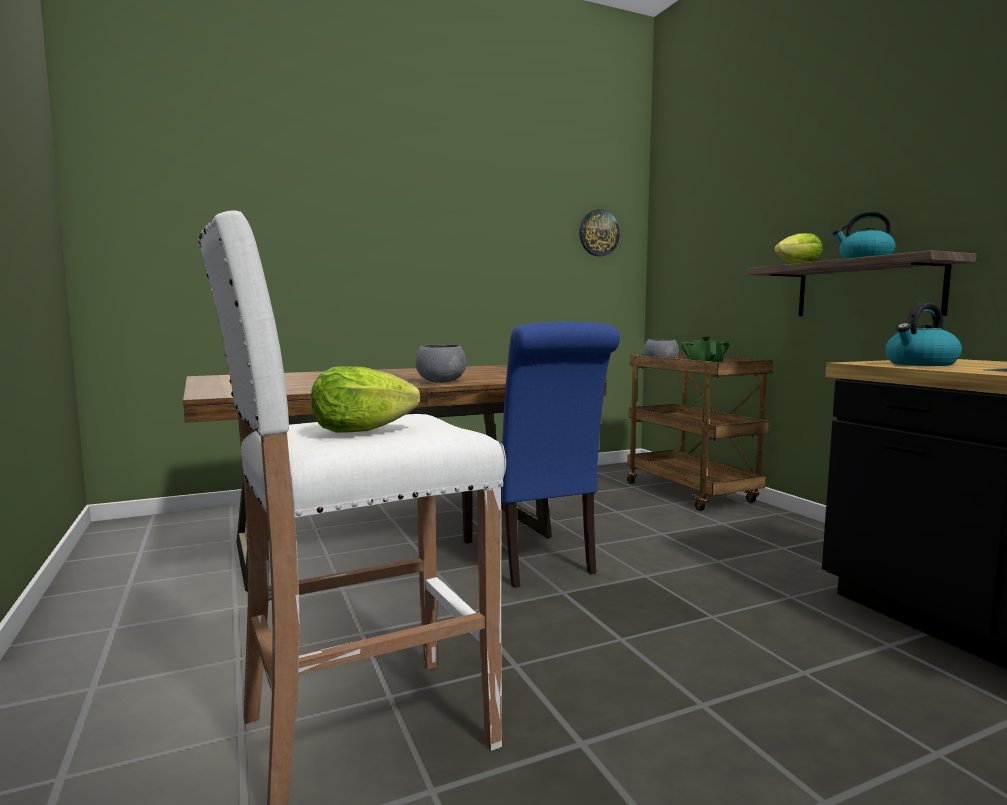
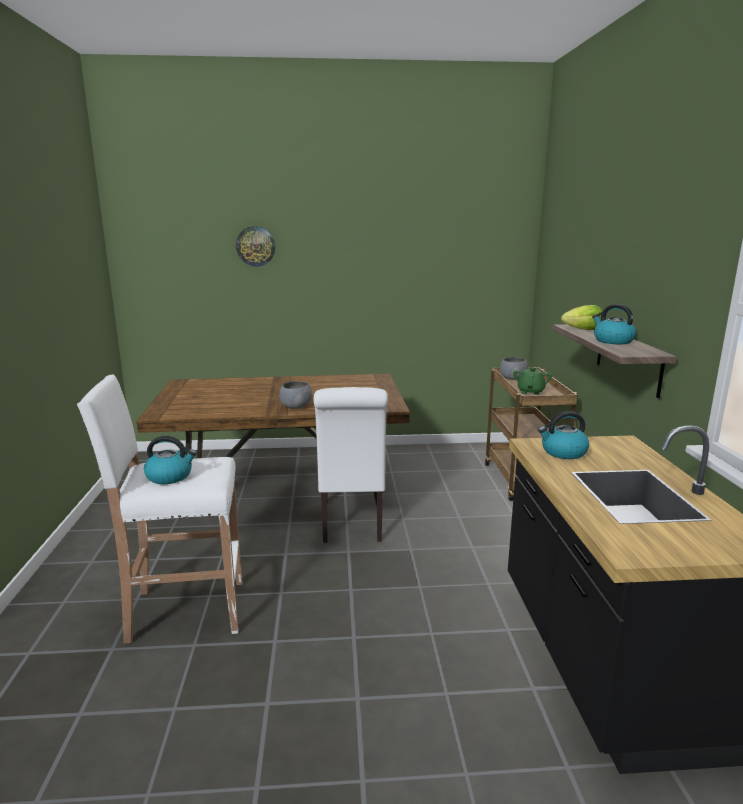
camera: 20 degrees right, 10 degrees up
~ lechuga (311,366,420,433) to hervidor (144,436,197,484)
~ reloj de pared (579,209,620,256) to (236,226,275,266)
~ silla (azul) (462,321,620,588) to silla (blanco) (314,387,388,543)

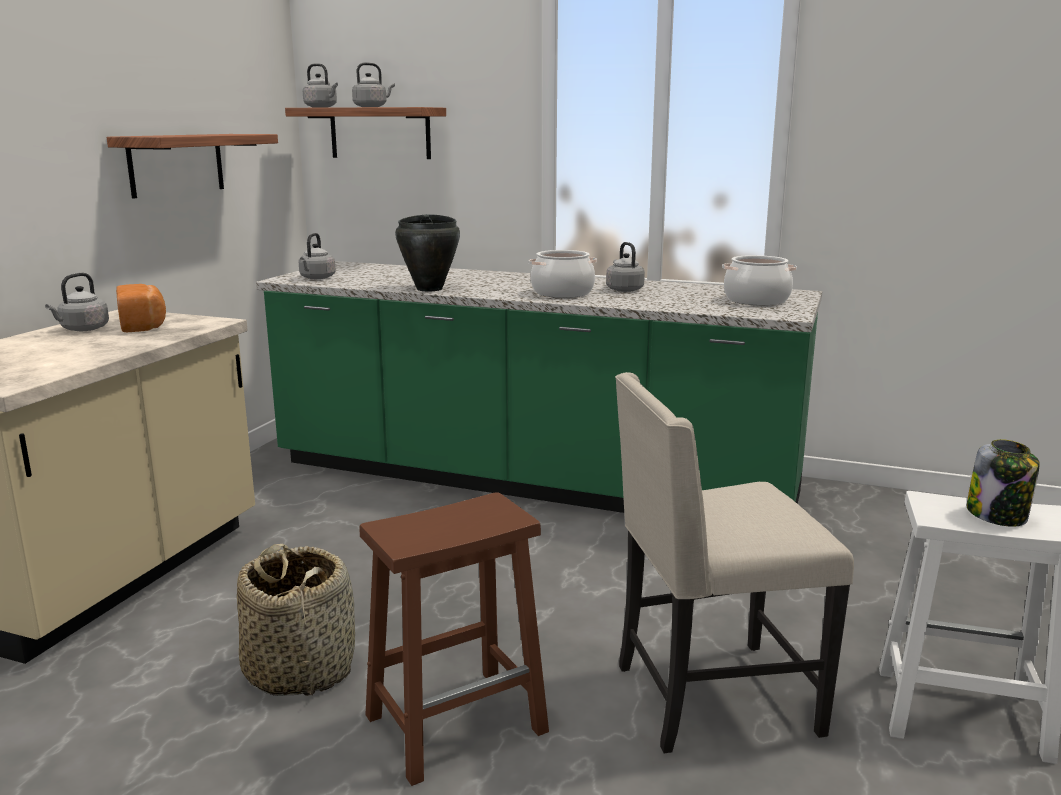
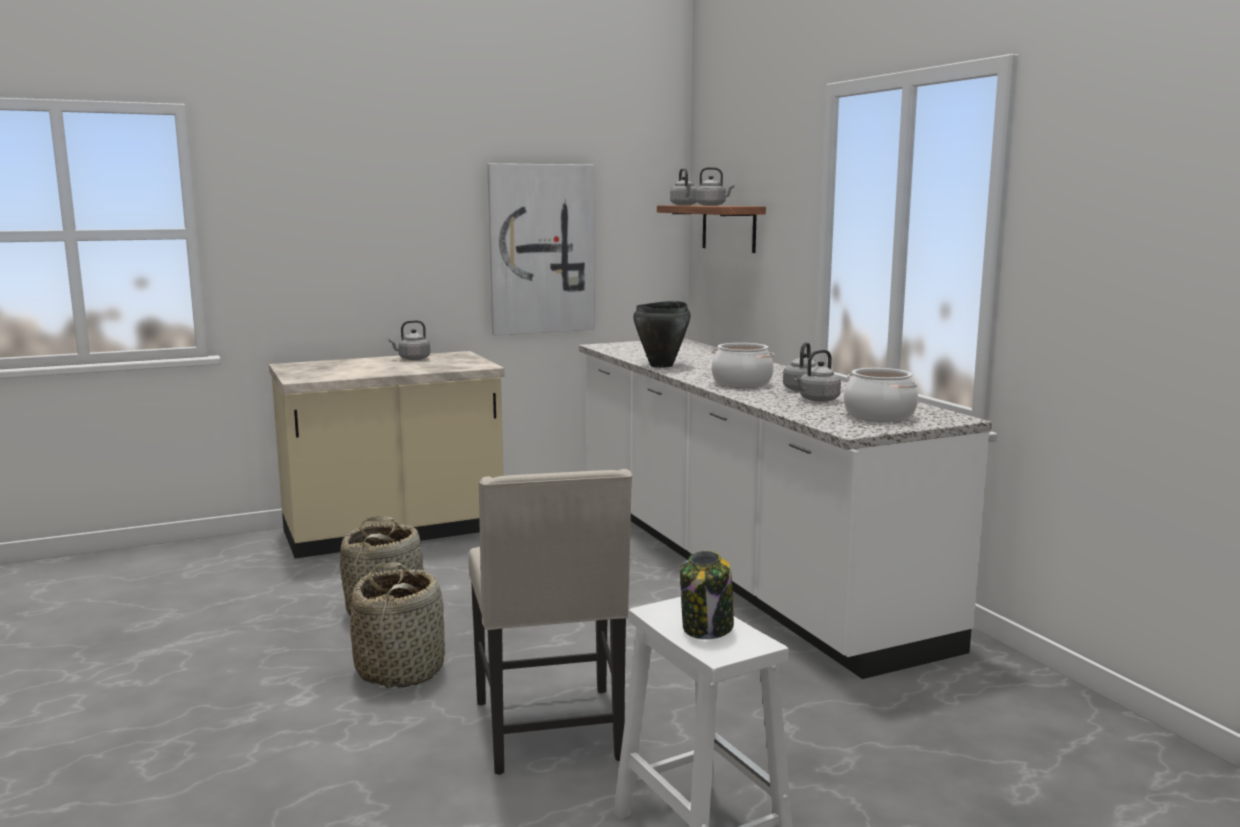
camera: 45 degrees right, 5 degrees down
~ taburete (marrón) (359,492,549,786) to cesta (350,562,445,688)
~ silla (beis) (615,372,854,753) = (468,469,633,775) 135 degrees counterclockwise
~ estante (107,134,278,199) to cuadro (487,163,595,335)
~ mueble bajo de cocina (verde) (256,261,822,513) to mueble bajo de cocina (blanco) (579,338,992,679)
~ hervidor (gris) (298,233,336,279) to (794,350,841,402)
- pan (116,284,166,332)

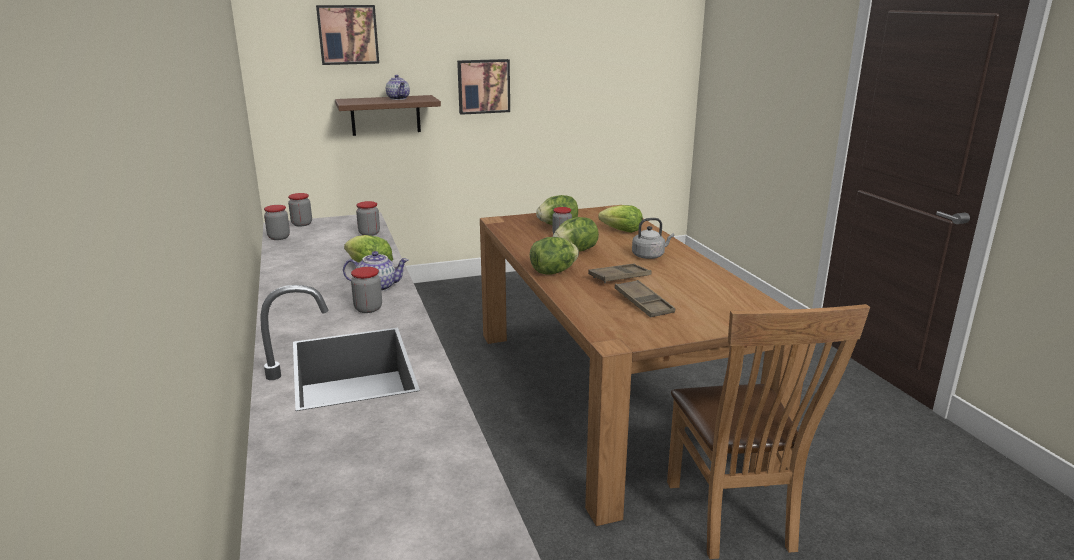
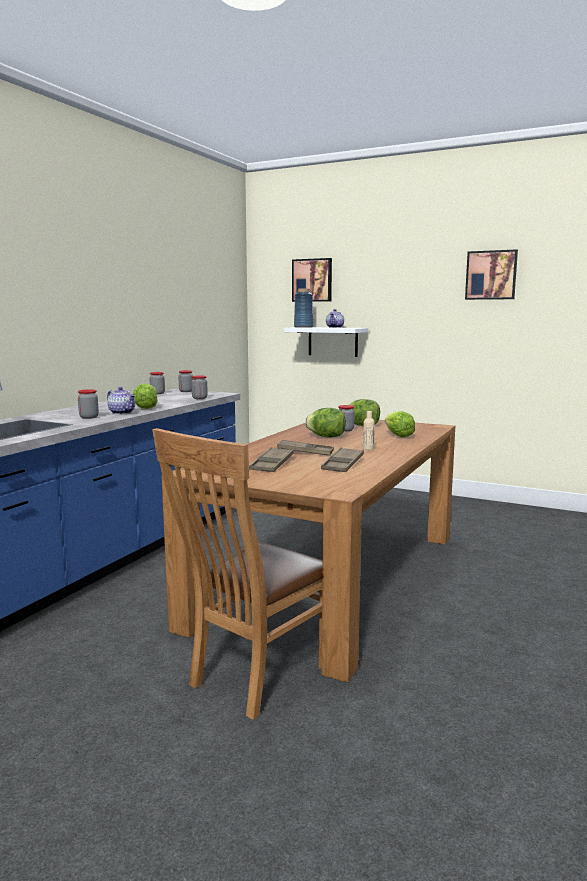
camera: 45 degrees right, 10 degrees down
~ estante (marrón) (335,95,441,136) to estante (blanco) (284,327,368,357)
+ florero (azul) (294,289,313,328)
+ bandeja (marrón) (321,447,364,472)
~ hervidor (gris) (632,218,674,259) to botella (beis) (363,411,375,450)
~ cuadro (457,59,510,115) to (465,249,518,300)
- lechuga (530,237,579,275)

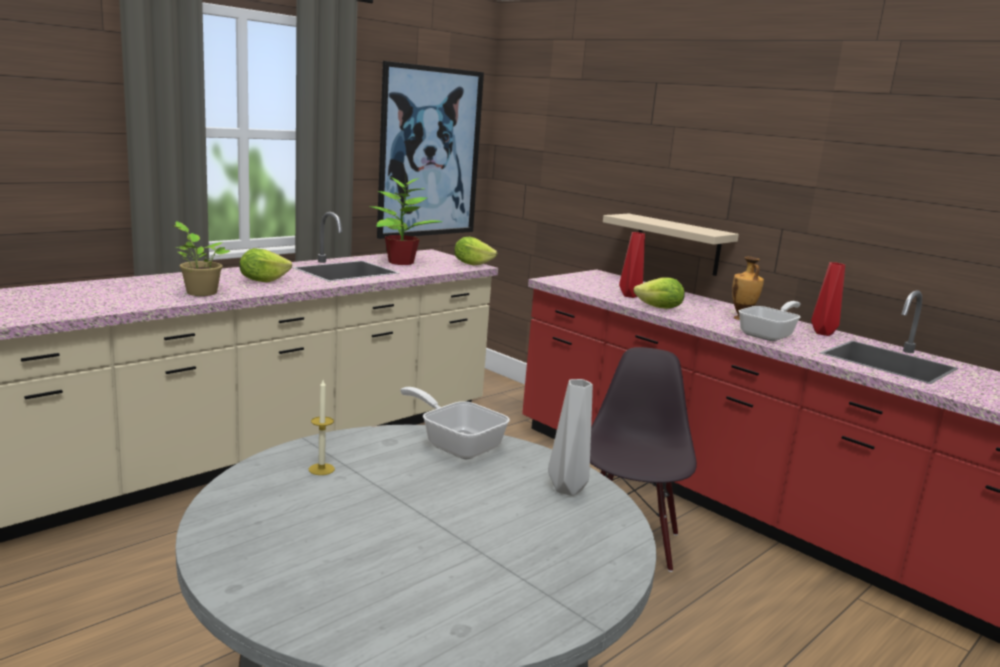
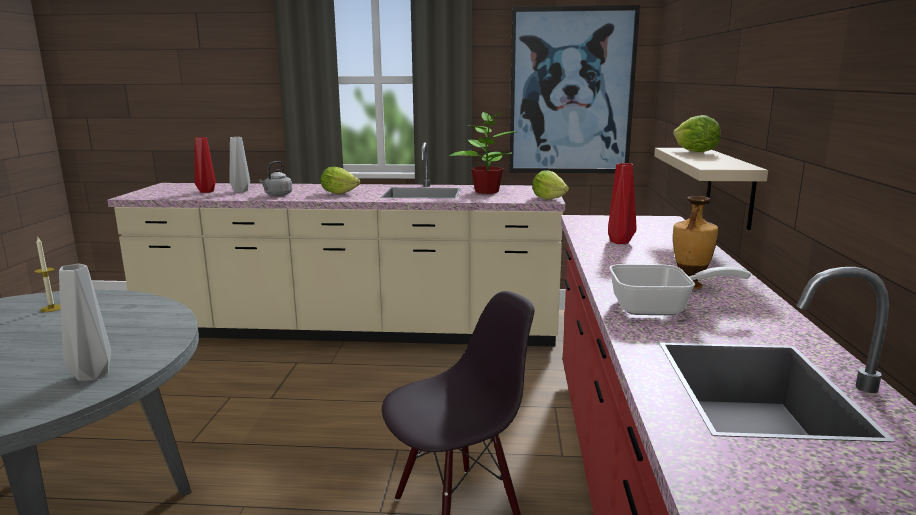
camera: 50 degrees right, 0 degrees up
~ florero (rojo) (811,262,845,336) to (195,137,216,193)
+ florero (gris) (230,137,250,192)
~ planta en maceta (173,221,230,296) to hervidor (gris) (259,161,292,196)
~ lechuga (634,277,685,309) to (673,115,721,152)
- sartén (400,387,510,459)

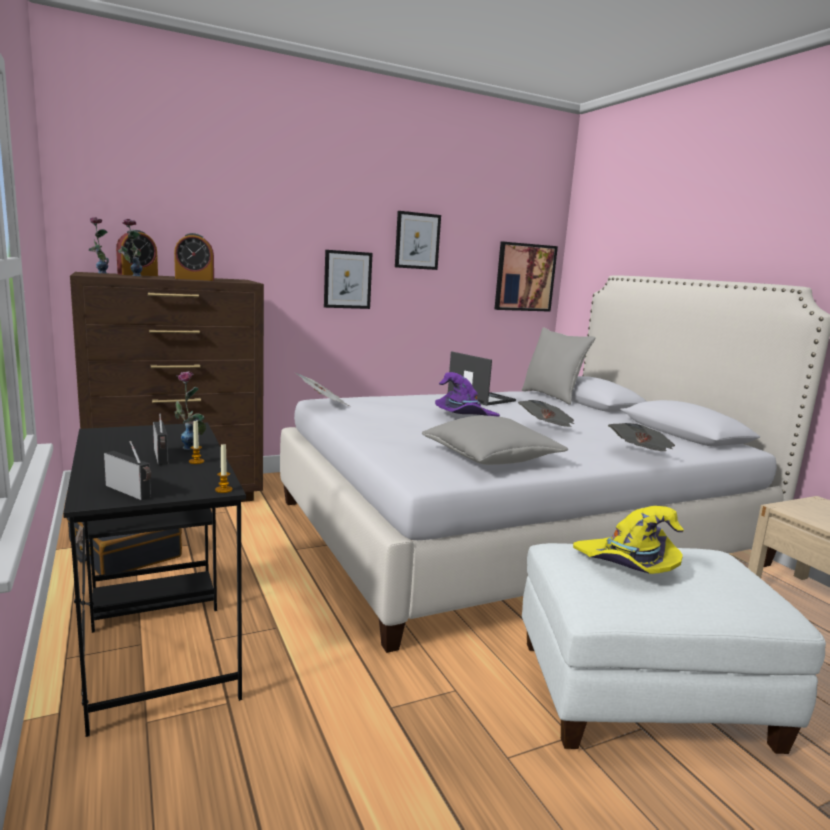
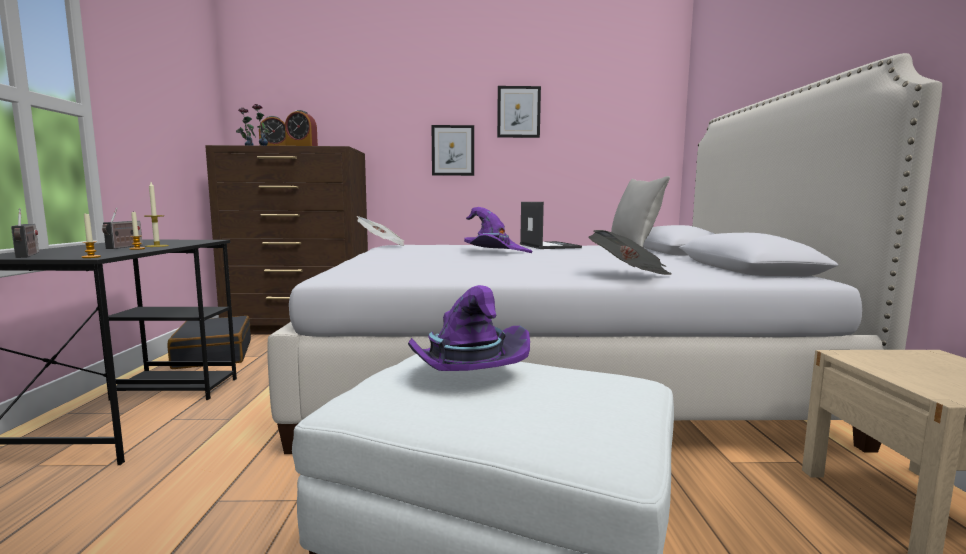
camera: 25 degrees right, 5 degrees down
~ florero (174,371,206,450) to vela (144,182,169,247)
~ sombrero (amarillo) (573,506,684,574) to sombrero (morado) (408,285,530,371)
- cojín (gris) (422,416,568,465)
- cuadro (495,242,558,312)
- periódico (518,400,574,427)

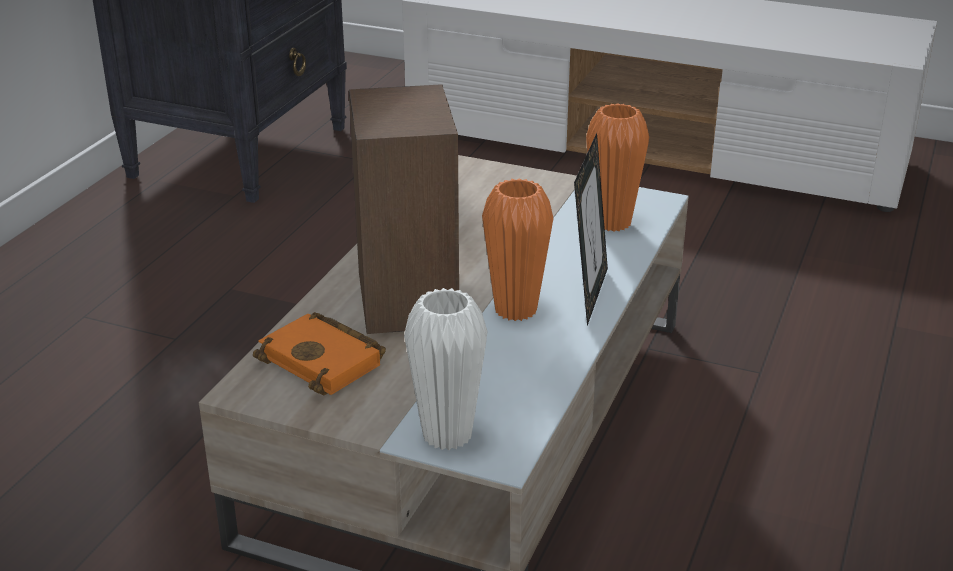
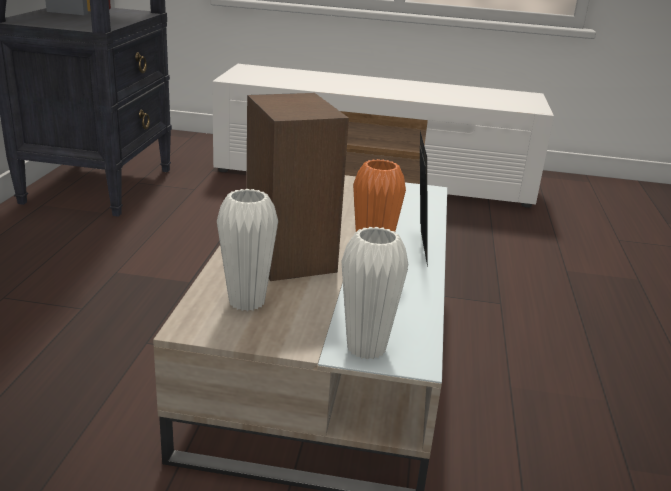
camera: 15 degrees left, 5 degrees down
~ libro (naranja) (253,312,386,396) to florero (blanco) (217,189,278,311)
- florero (naranja) (586,103,649,232)

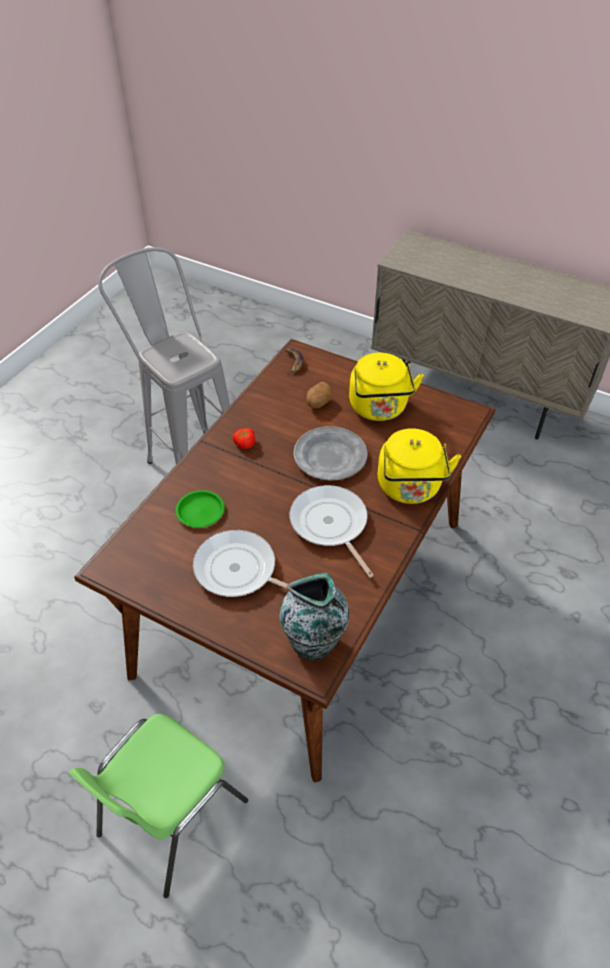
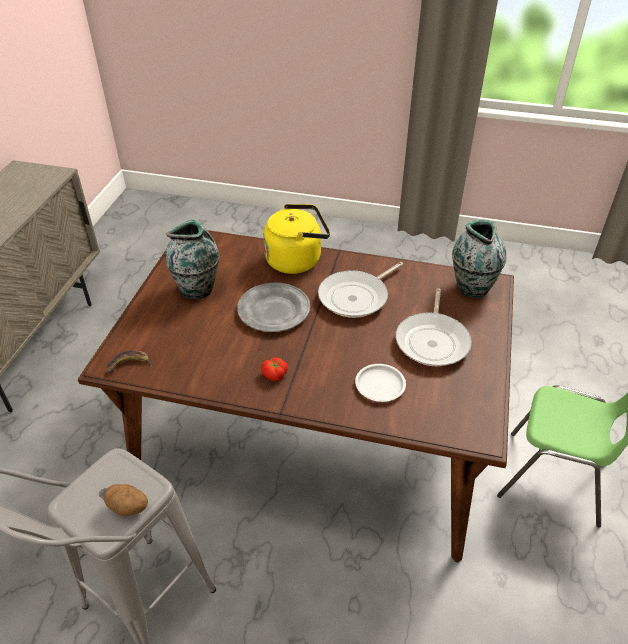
camera: 105 degrees left, 5 degrees down
~ patata (306,382,332,409) to (103,484,148,516)
~ hervidor (amarillo) (349,353,424,421) to florero (166,220,219,299)
~ plato (verde) (176,490,225,528) to plato (blanco) (355,364,406,402)

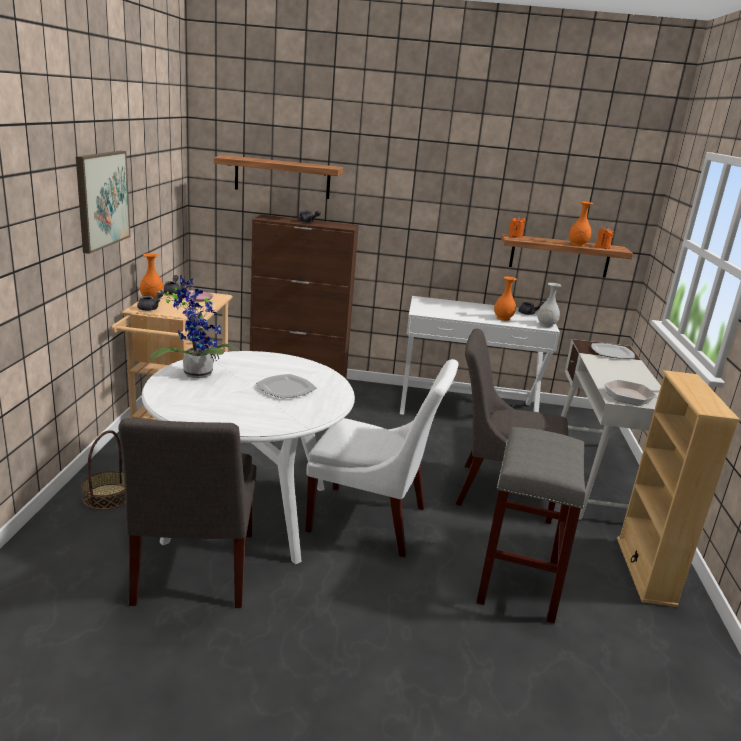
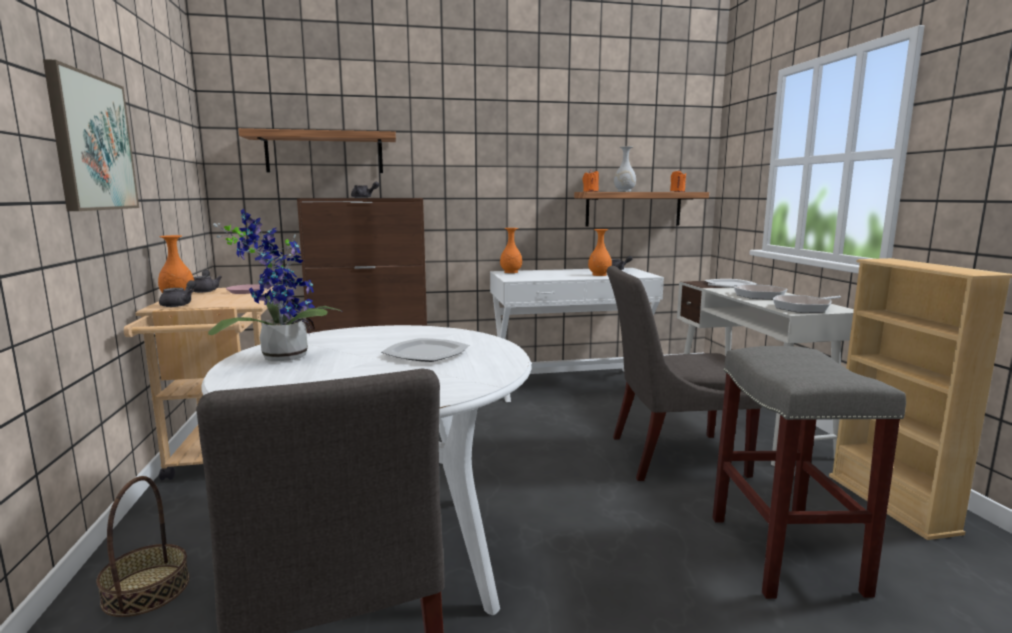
camera: 15 degrees left, 10 degrees down
~ florero (naranja) (569,201,593,247) to (500,228,522,273)
~ florero (blanco) (537,283,561,327) to (614,146,636,192)
+ sartén (708,283,788,300)
- silla (blanco) (305,359,459,557)

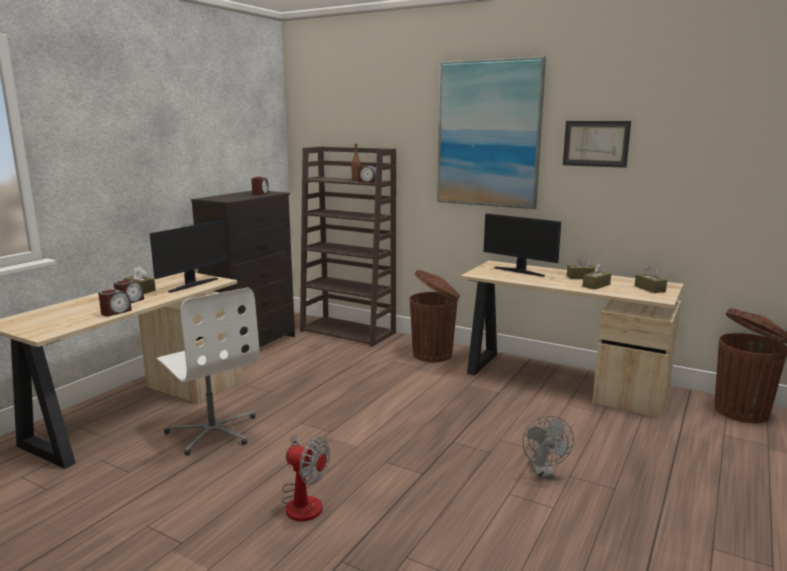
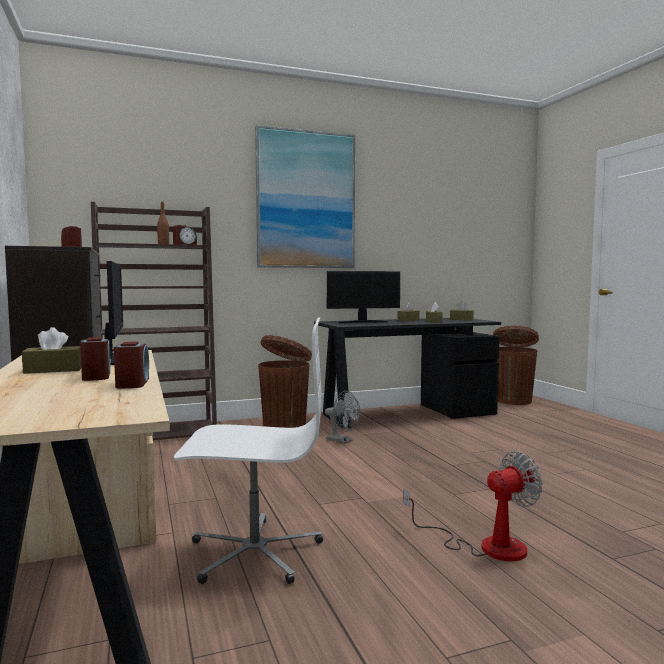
camera: 50 degrees left, 10 degrees down
~ escritorio (beis) (460,261,684,418) to escritorio (negro) (314,318,501,429)
~ ventilador (gris) (522,416,574,479) to (325,391,360,444)
- cuadro (563,121,631,168)

